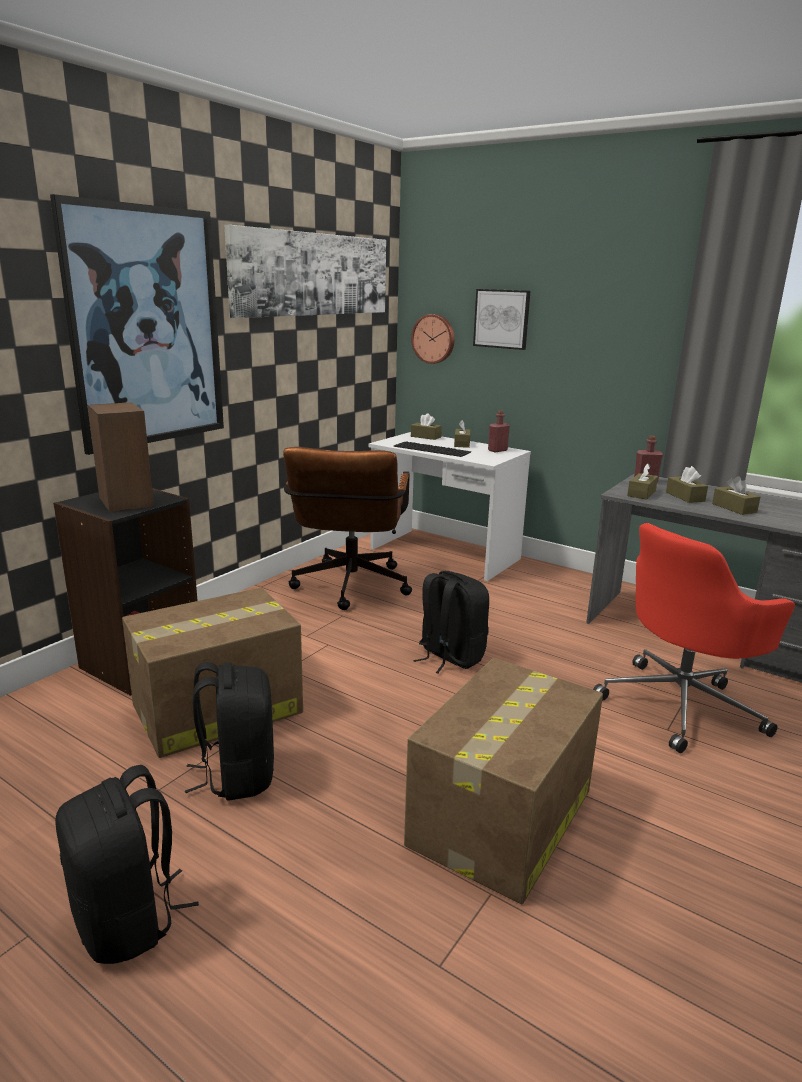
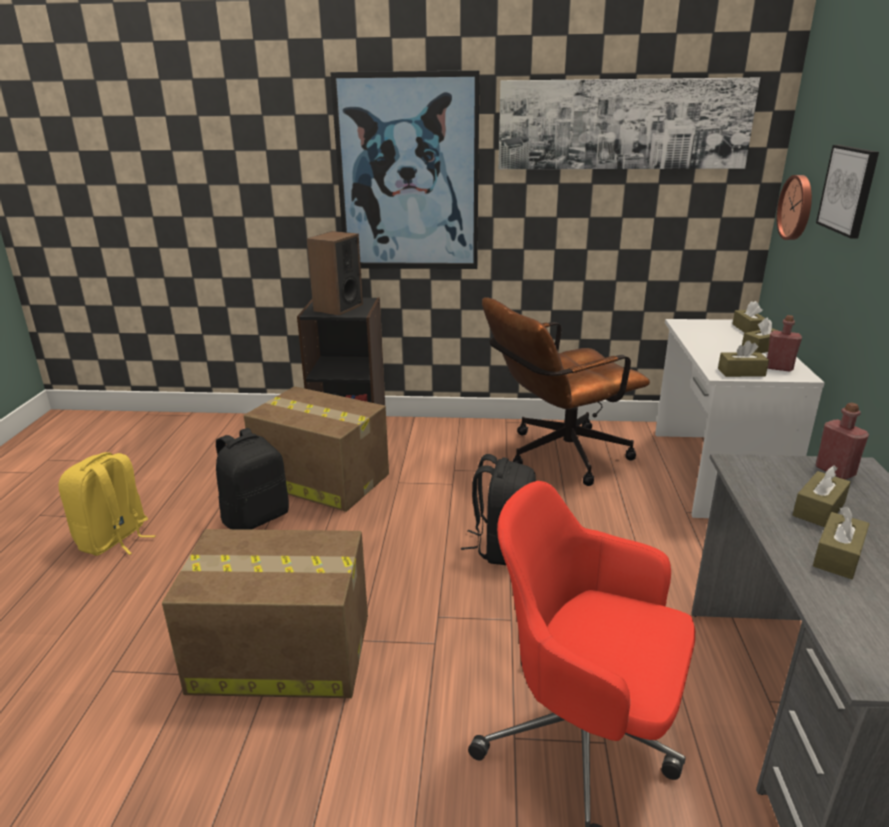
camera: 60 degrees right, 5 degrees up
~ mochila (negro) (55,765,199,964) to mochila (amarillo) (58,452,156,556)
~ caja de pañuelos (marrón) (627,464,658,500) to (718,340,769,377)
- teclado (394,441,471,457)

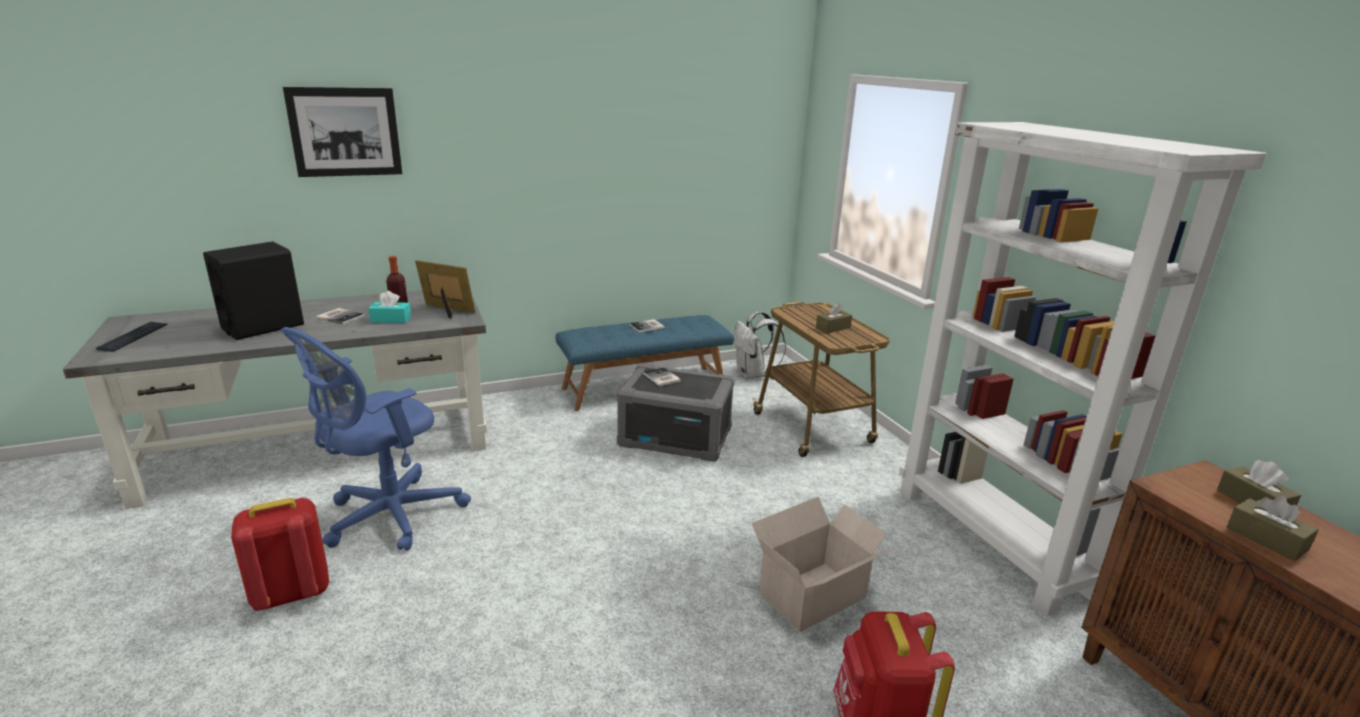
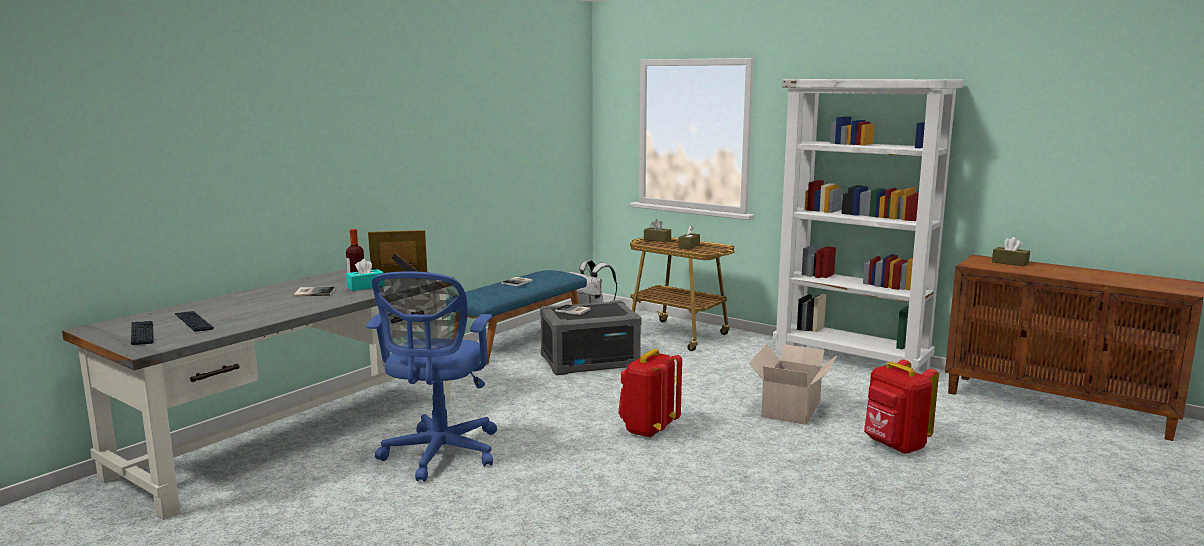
camera: 30 degrees left, 10 degrees down
+ teclado (175,311,214,332)
~ mochila (rojo) (231,498,329,611) to (618,349,682,438)
~ caja de pañuelos (marrón) (1226,496,1319,561) to (644,219,671,242)
- altavoz (negro) (203,241,304,340)
- cuadro (283,87,402,177)

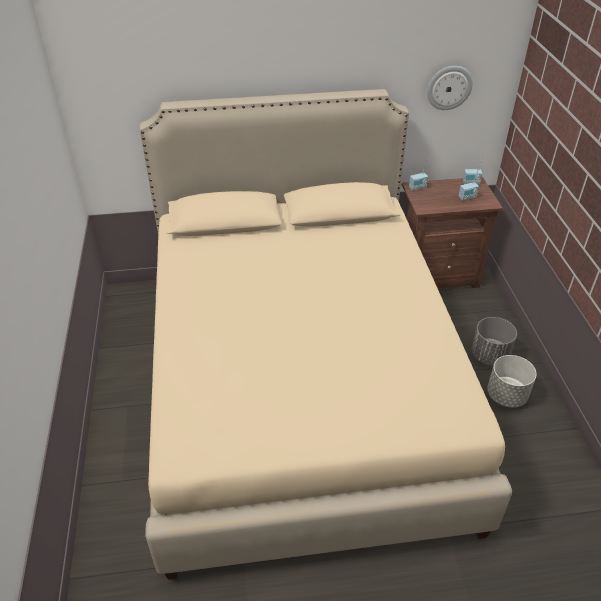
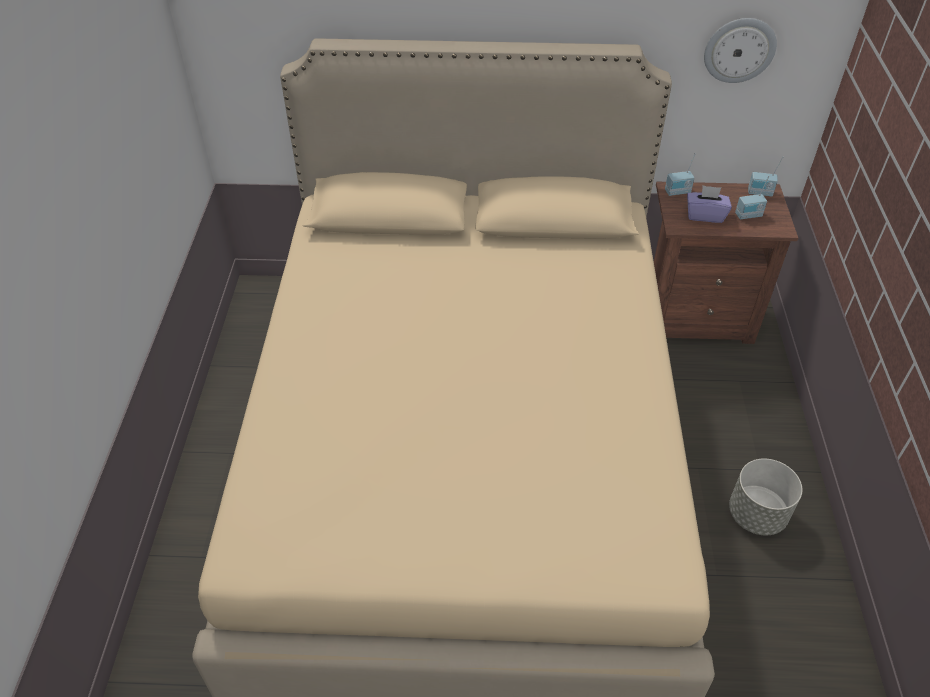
camera: 10 degrees right, 5 degrees up
+ caja de pañuelos (morado) (687,185,732,223)
- maceta (gris) (472,317,517,366)

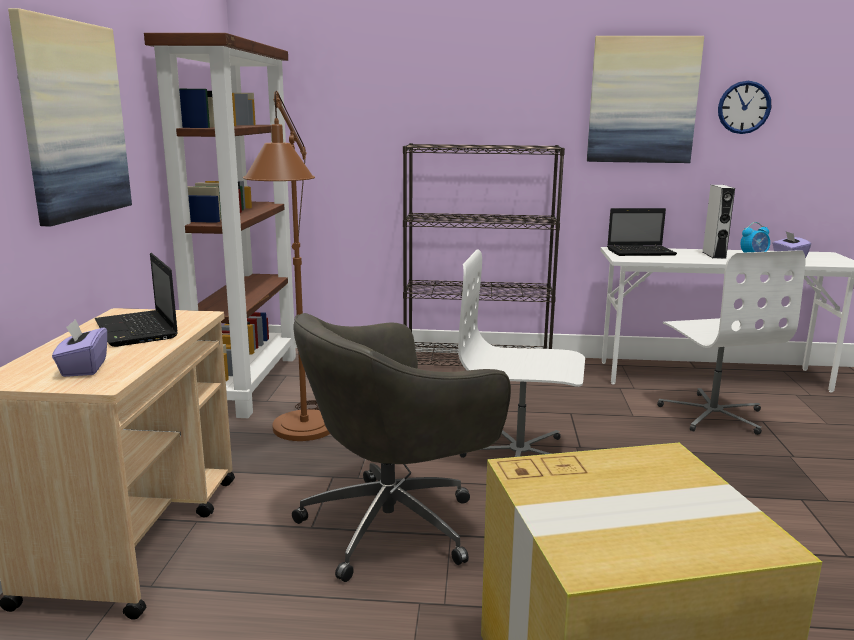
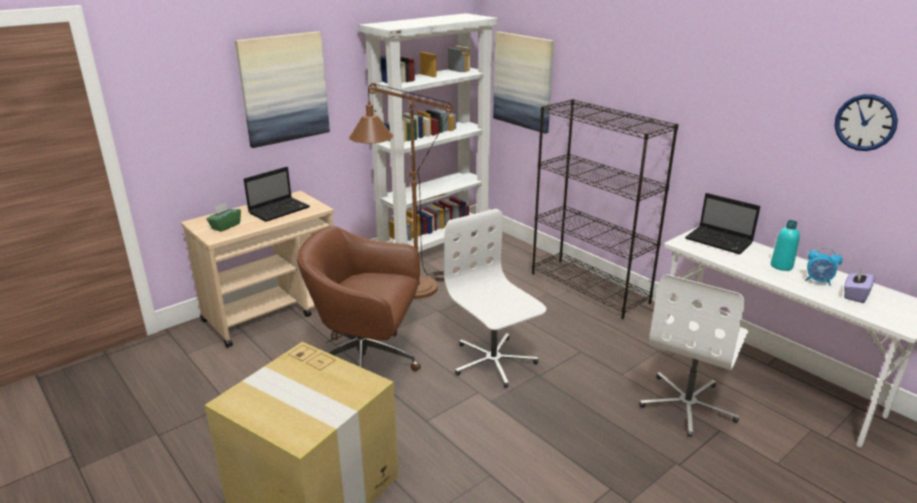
camera: 45 degrees right, 10 degrees up
~ caja de pañuelos (morado) (52,319,107,377) to caja de pañuelos (verde) (206,203,241,232)
~ portátil (95,253,178,347) = (244,167,310,222) 150 degrees counterclockwise
~ silla de oficina (gris) (292,313,511,582) to silla de oficina (marrón) (297,226,421,372)
~ estantería (marrón) (144,33,296,418) to estantería (blanco) (359,13,498,252)
~ cuadro (587,36,704,163) to (493,31,554,134)
~ altavoz (gris) (703,185,735,259) to botella (turquesa) (771,220,800,271)

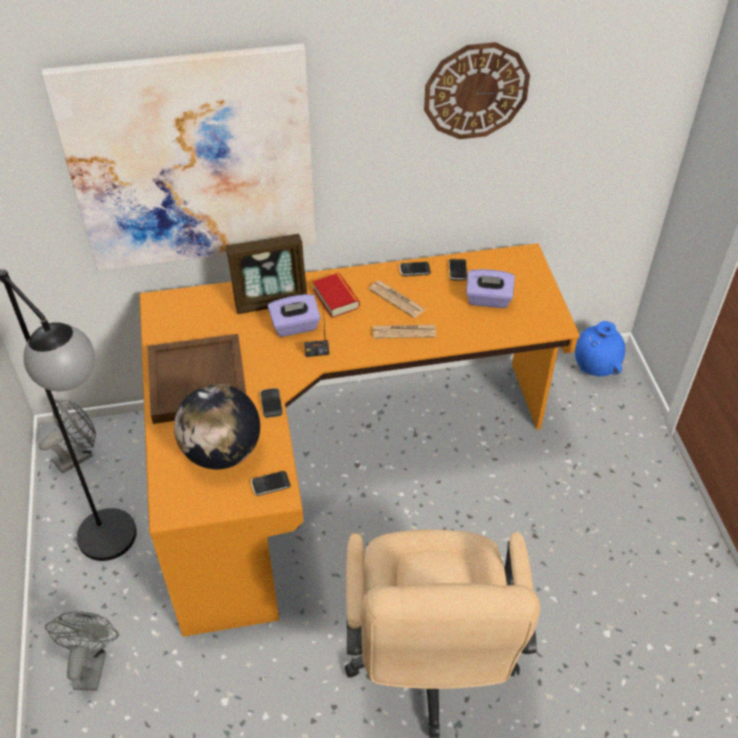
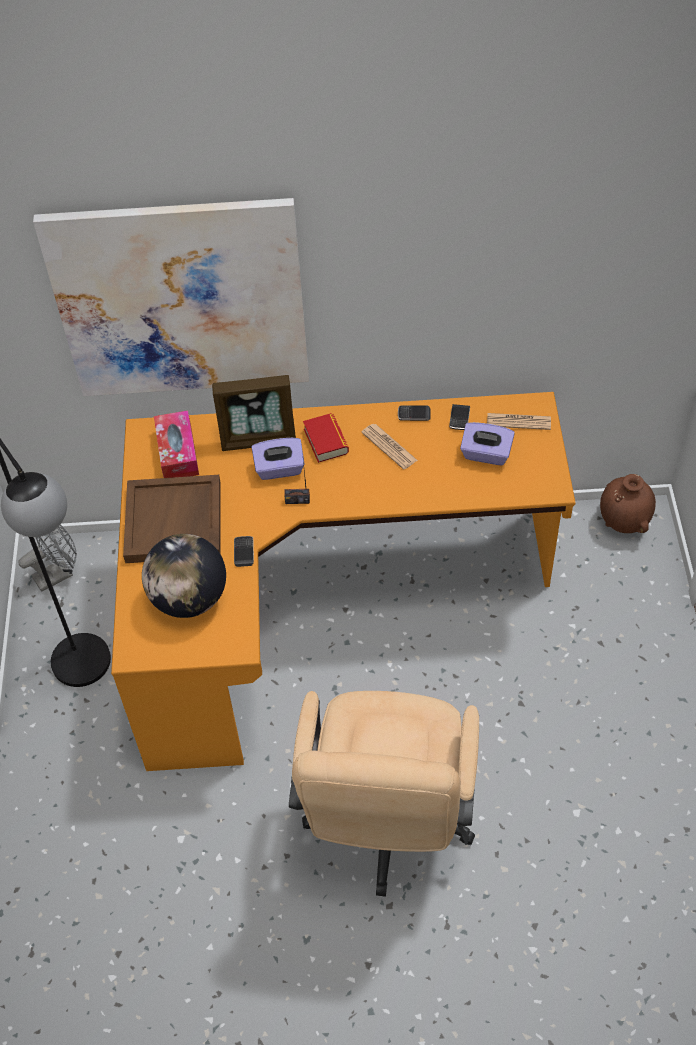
camera: 10 degrees right, 5 degrees up
+ caja de pañuelos (154,410,199,478)
~ periódico (373,325,436,339) to (487,413,551,430)
~ florero (azul) (575,321,625,376) to florero (marrón) (600,474,656,533)
- ventilador (gris) (45,611,119,691)
- móvil (251,471,291,496)
- reloj de pared (424,42,530,139)

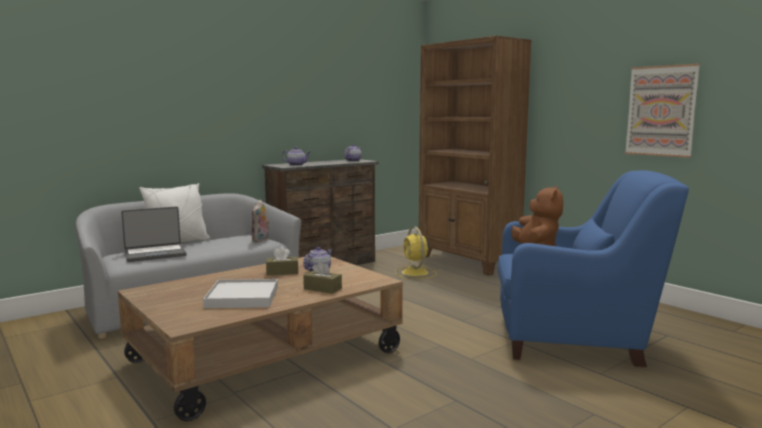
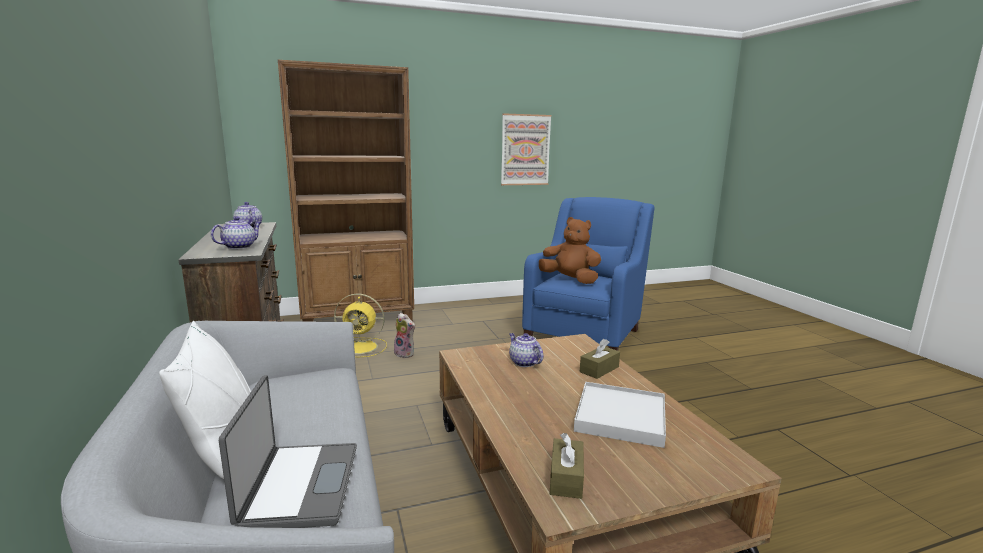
camera: 70 degrees left, 5 degrees up
~ peluche (252,199,270,242) to (394,313,416,358)
~ caja de pañuelos (marrón) (266,246,298,275) to (550,433,584,499)

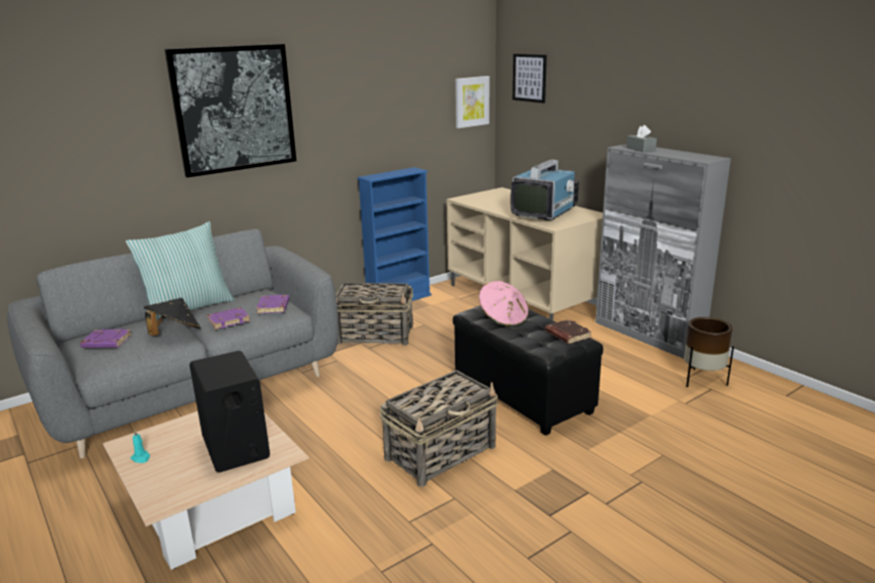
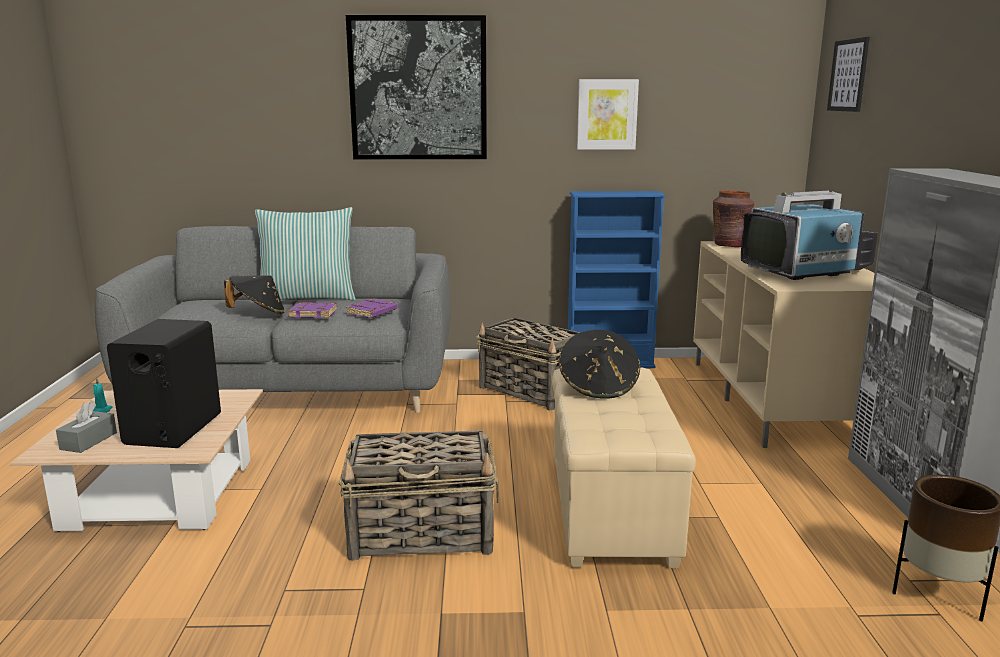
camera: 35 degrees right, 5 degrees down
~ caja de pañuelos (gris) (627,125,657,152) to (56,402,117,453)
~ puf (negro) (453,305,603,436) to puf (beis) (552,367,696,568)
~ sombrero (rosa) (479,281,529,327) to sombrero (negro) (559,330,640,399)
~ cuadro (455,76,489,128) to (577,79,639,150)
+ florero (marrón) (713,190,754,247)
- libro (morado) (80,329,131,348)
- libro (marrón) (545,319,592,344)

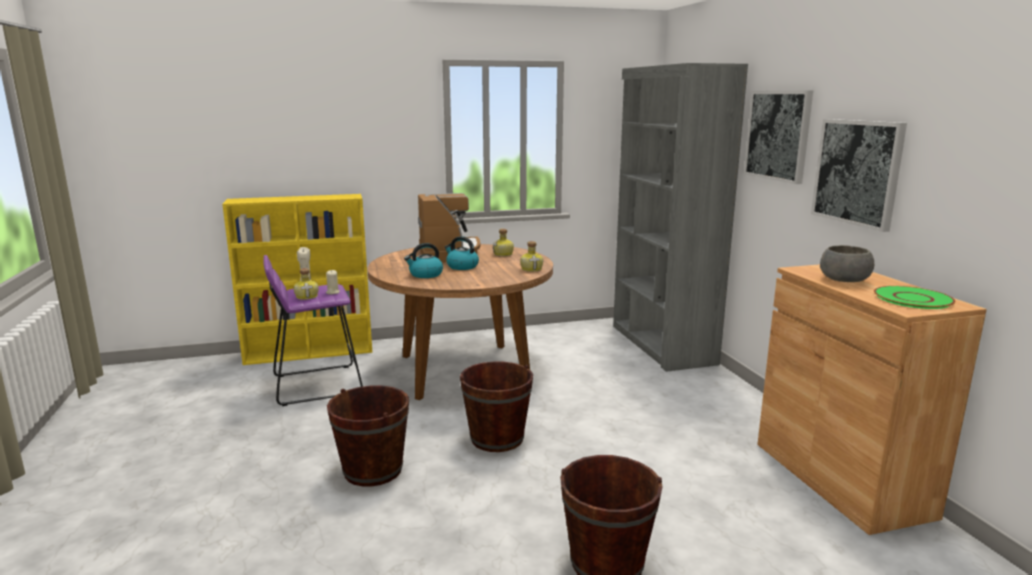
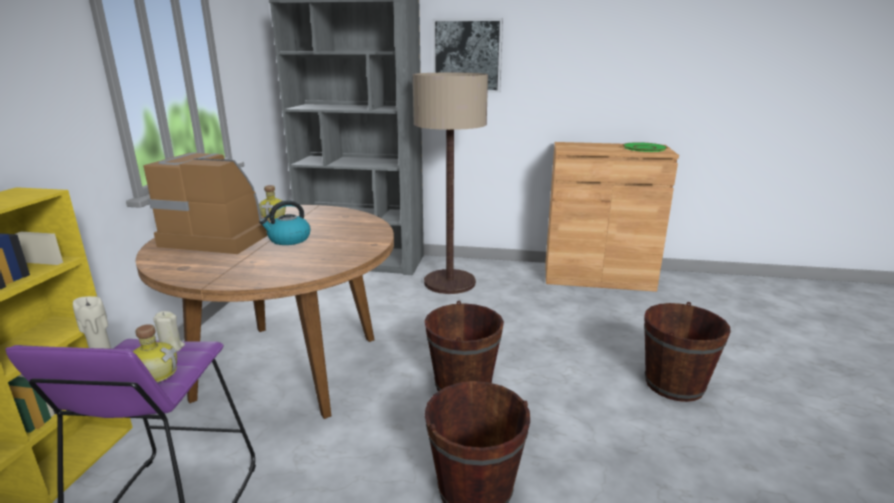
camera: 65 degrees left, 5 degrees up
+ lámpara de pie (413,73,488,294)
- hervidor (404,243,443,278)
- botella (520,241,543,272)
- cuadro (811,119,907,232)
- cuenco (gris) (820,245,874,282)

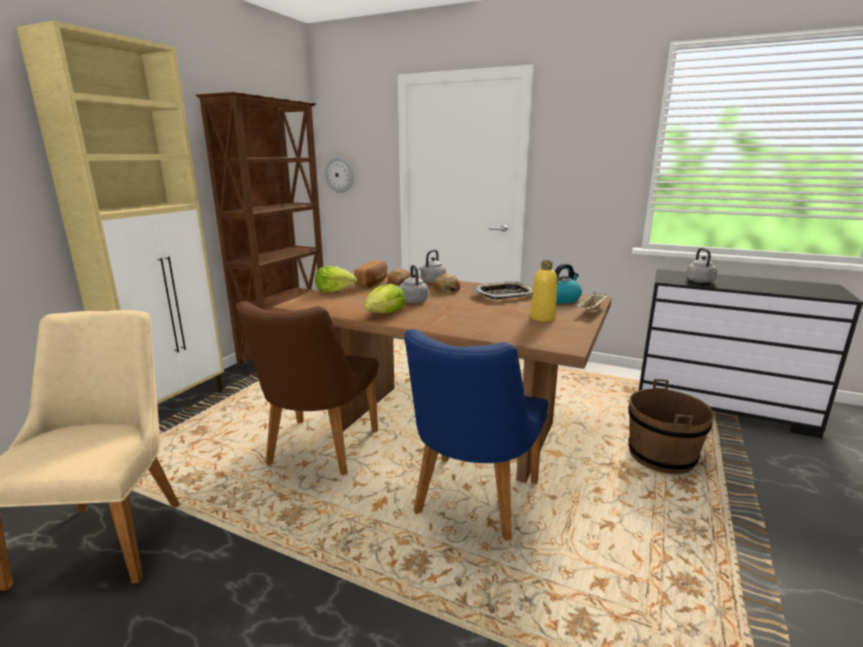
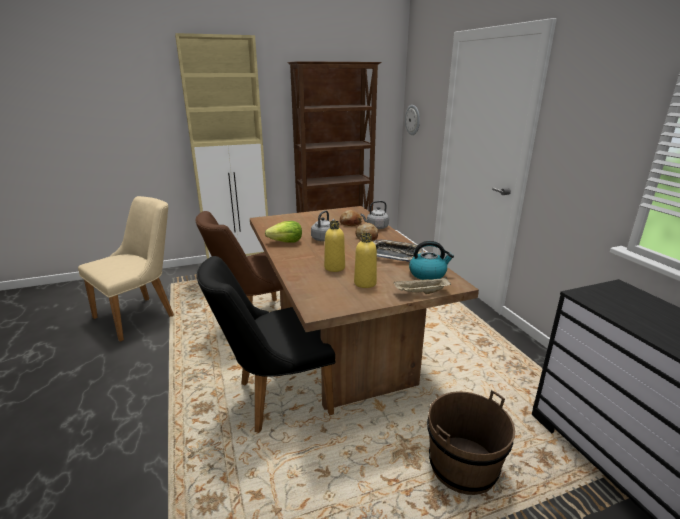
camera: 45 degrees right, 5 degrees up
~ silla (azul) (405,329,548,541) to silla (negro) (197,256,336,433)
+ botella (amarillo) (324,221,345,272)
- lechuga (315,266,357,292)
- pan (354,260,387,287)
- hervidor (gris) (686,248,717,283)

